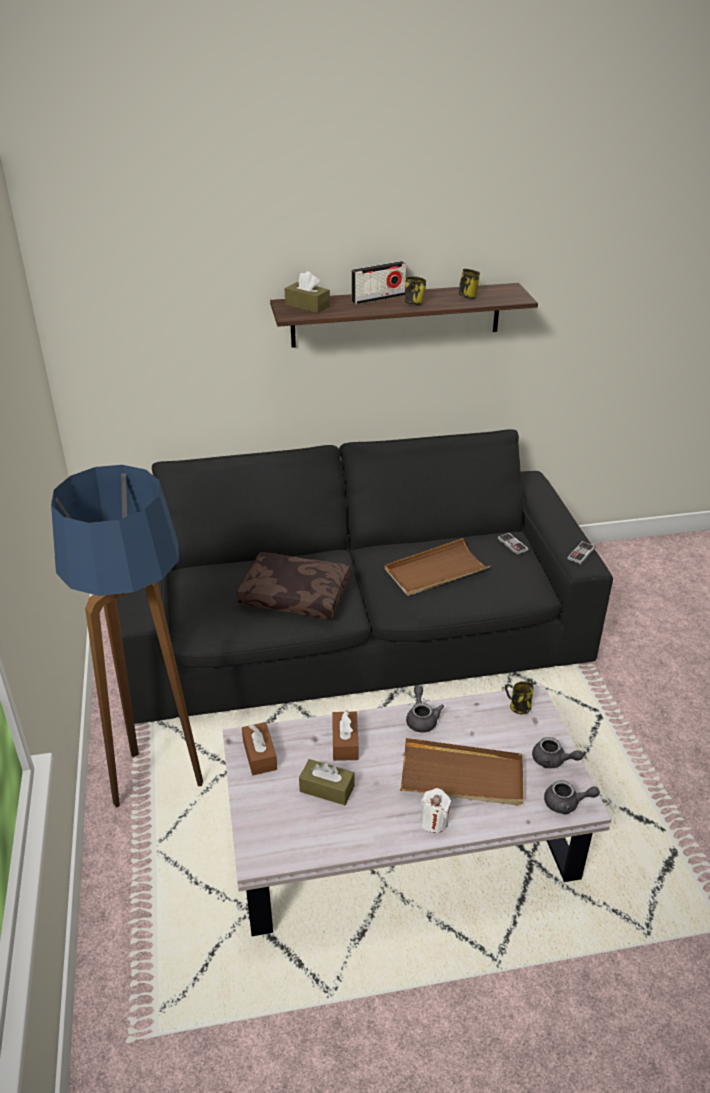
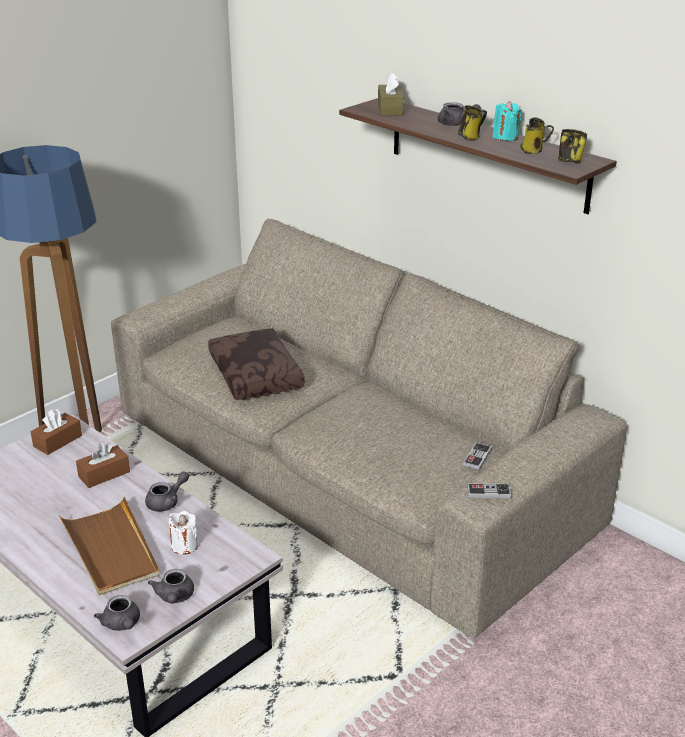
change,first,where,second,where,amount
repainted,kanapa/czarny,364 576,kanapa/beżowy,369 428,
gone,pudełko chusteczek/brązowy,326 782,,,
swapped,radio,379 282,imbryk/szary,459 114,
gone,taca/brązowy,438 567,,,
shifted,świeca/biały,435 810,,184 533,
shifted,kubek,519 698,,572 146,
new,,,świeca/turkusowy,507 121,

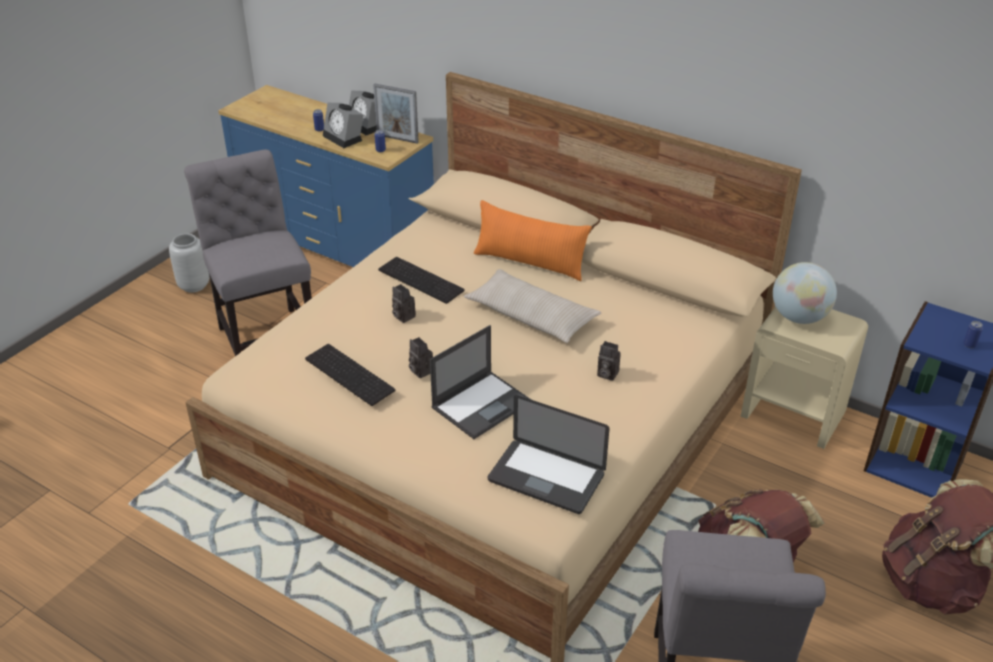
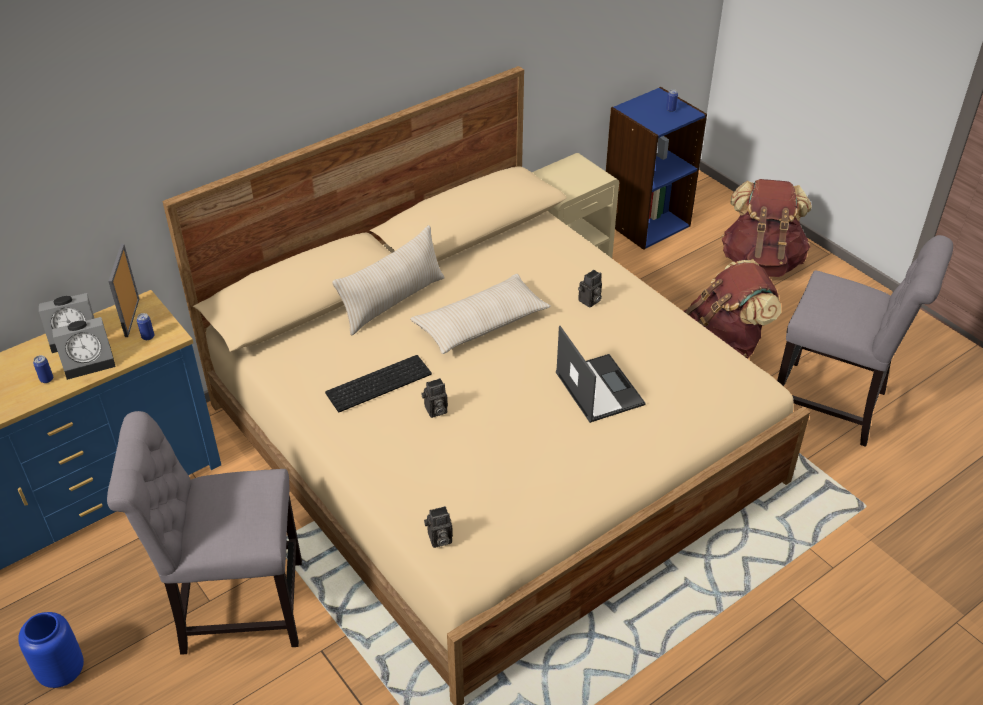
change,first,where,second,where,amount
repainted,wazon/szary,189 263,wazon/niebieski,51 650,
gone,klawiatura,350 375,,,
rotated,ramka na zdjęcie,396 113,,123 290,135 degrees clockwise
shifted,aparat fotograficzny,421 357,,438 527,
repainted,poduszka/pomarańczowy,533 240,poduszka/beżowy,388 280,
gone,laptop,549 454,,,
gone,globus,805 293,,,

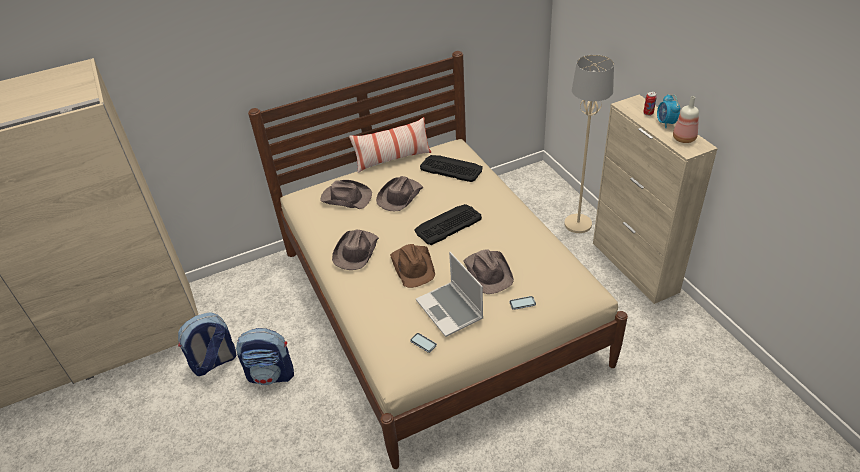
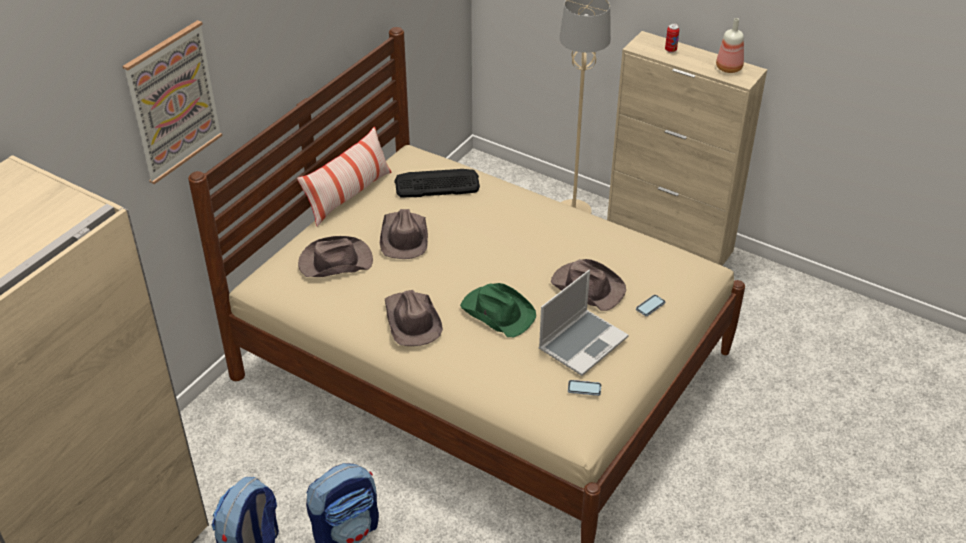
change,first,where,second,where,amount
repainted,kapelusz/brązowy,412 266,kapelusz/zielony,498 310,
gone,klawiatura,448 224,,,
rotated,laptop,450 294,,584 323,75 degrees counterclockwise
gone,budzik,668 111,,,
new,,,obraz,172 102,

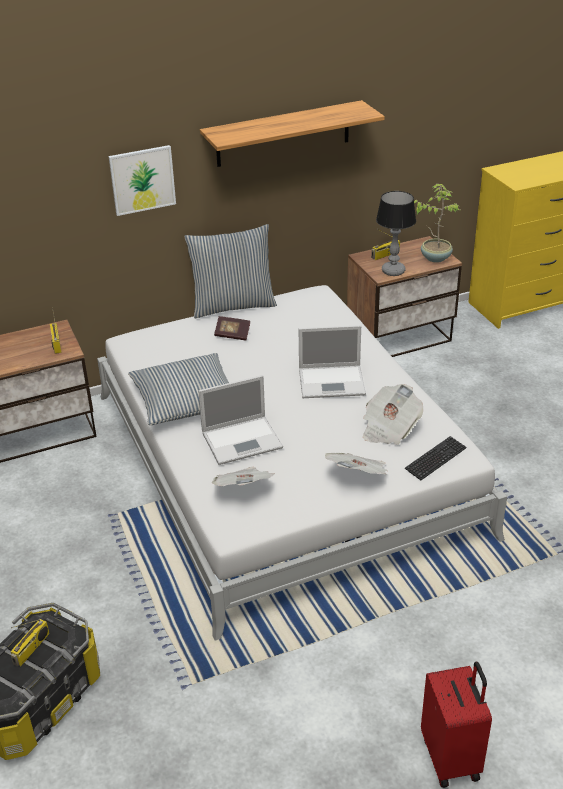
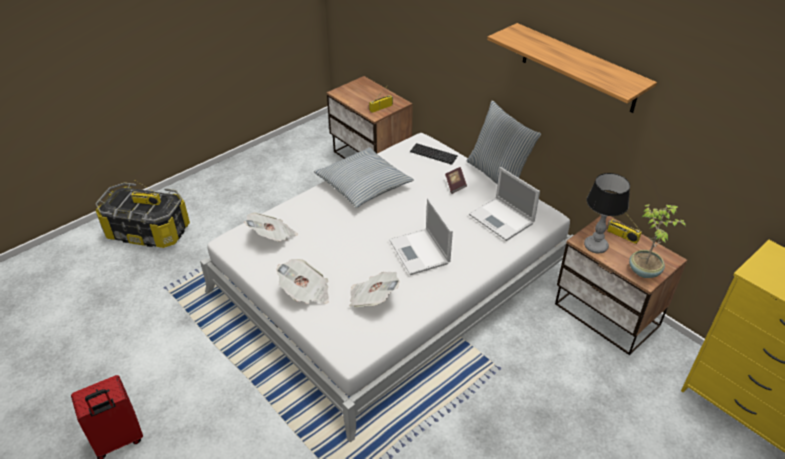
change,first,where,second,where,amount
gone,obraz,142 180,,,
shifted,laptop,240 420,,504 204,
shifted,klawiatura,436 458,,434 154,

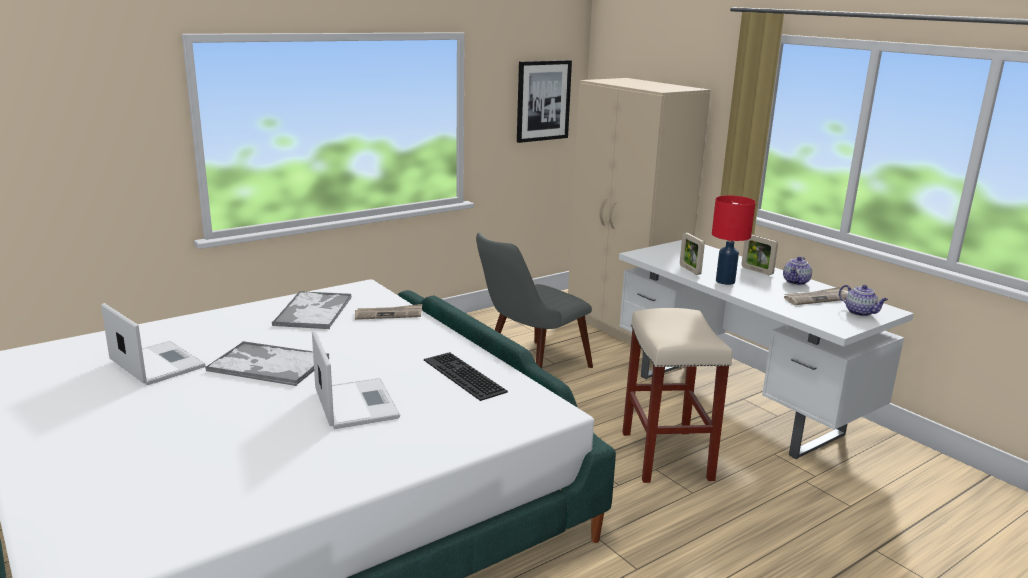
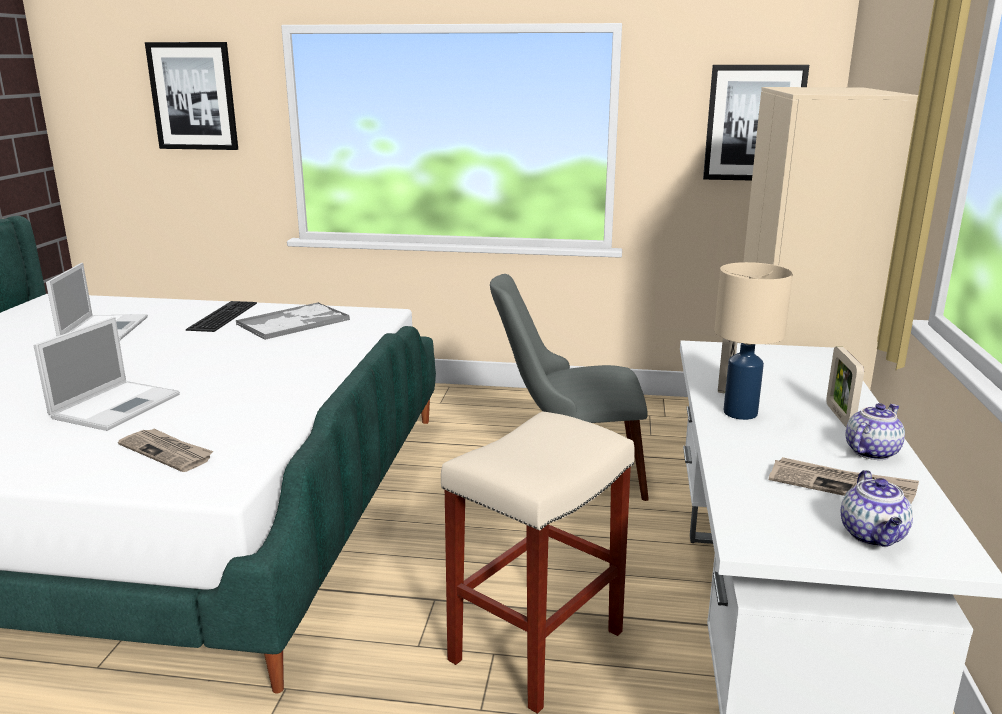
change,first,where,second,where,amount
gone,taca,267 363,,,
shifted,gazeta,388 312,,165 450,
shifted,klawiatura,466 376,,221 316,
repainted,lampa stołowa/czerwony,734 240,lampa stołowa/beżowy,753 341,
rotated,imbryk,797 270,,875 431,150 degrees clockwise
new,,,obraz,191 96,

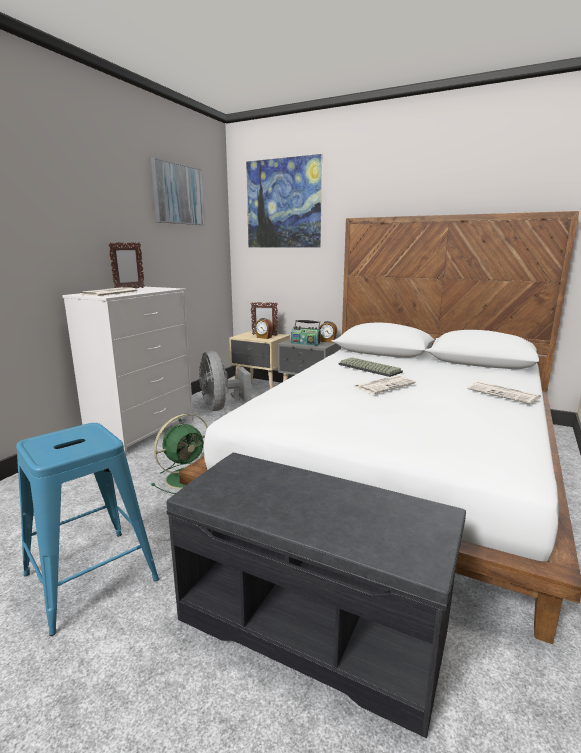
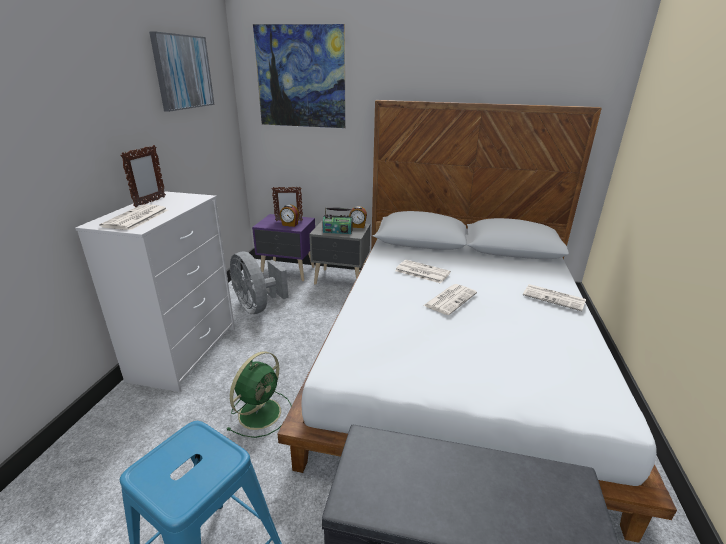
change,first,where,second,where,amount
repainted,szafka nocna/beżowy,259 360,szafka nocna/fioletowy,283 247,
swapped,klawiatura,370 367,gazeta,423 271,

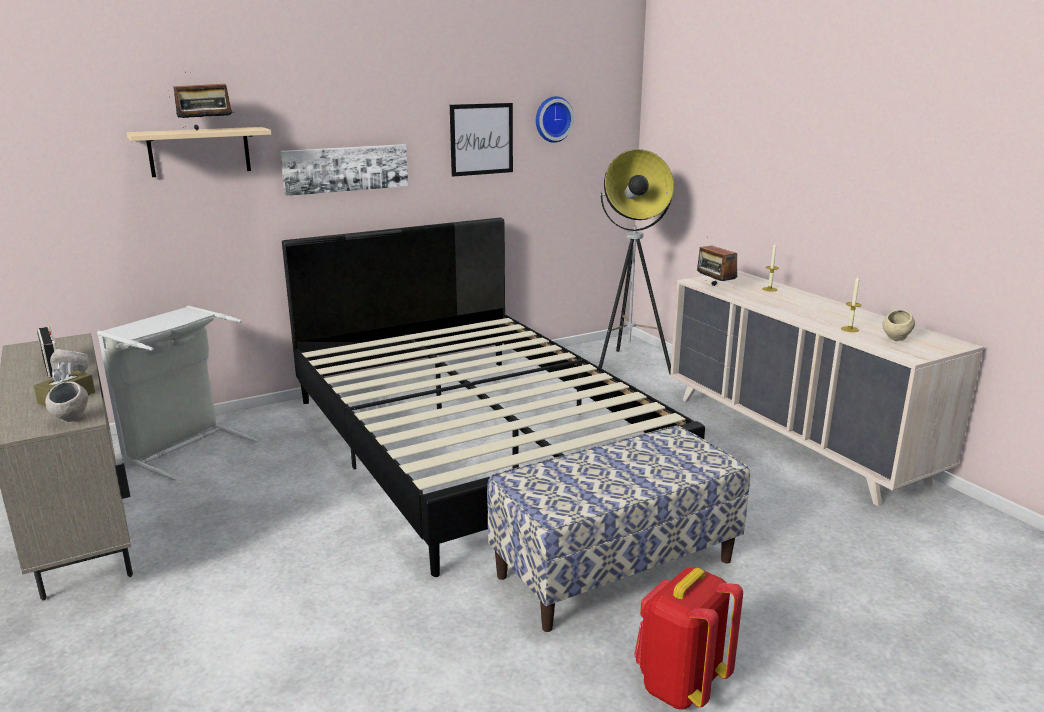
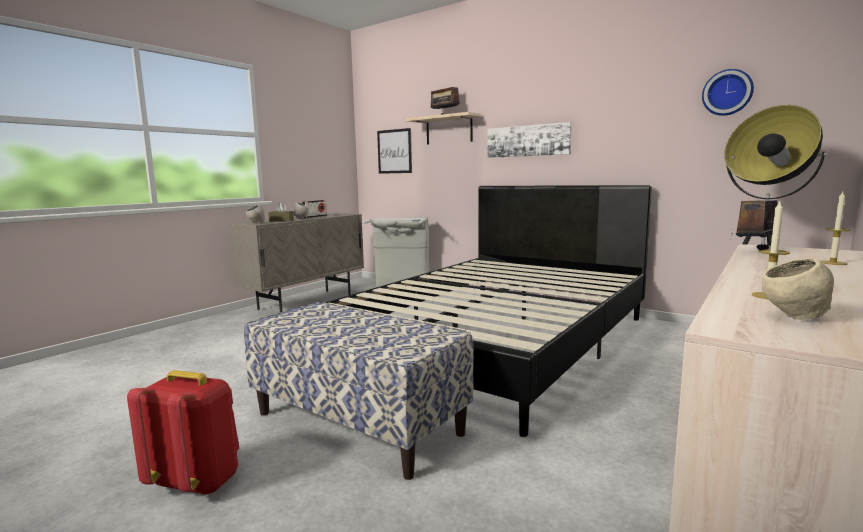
change,first,where,second,where,amount
shifted,obraz,481 140,,394 151,

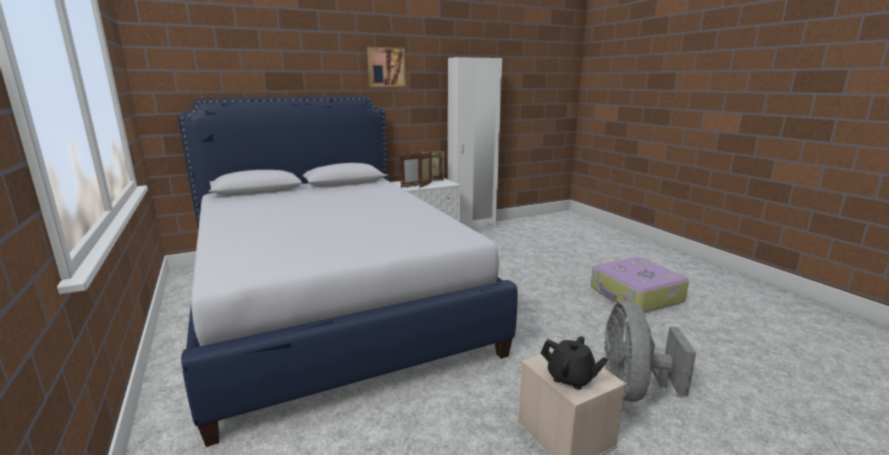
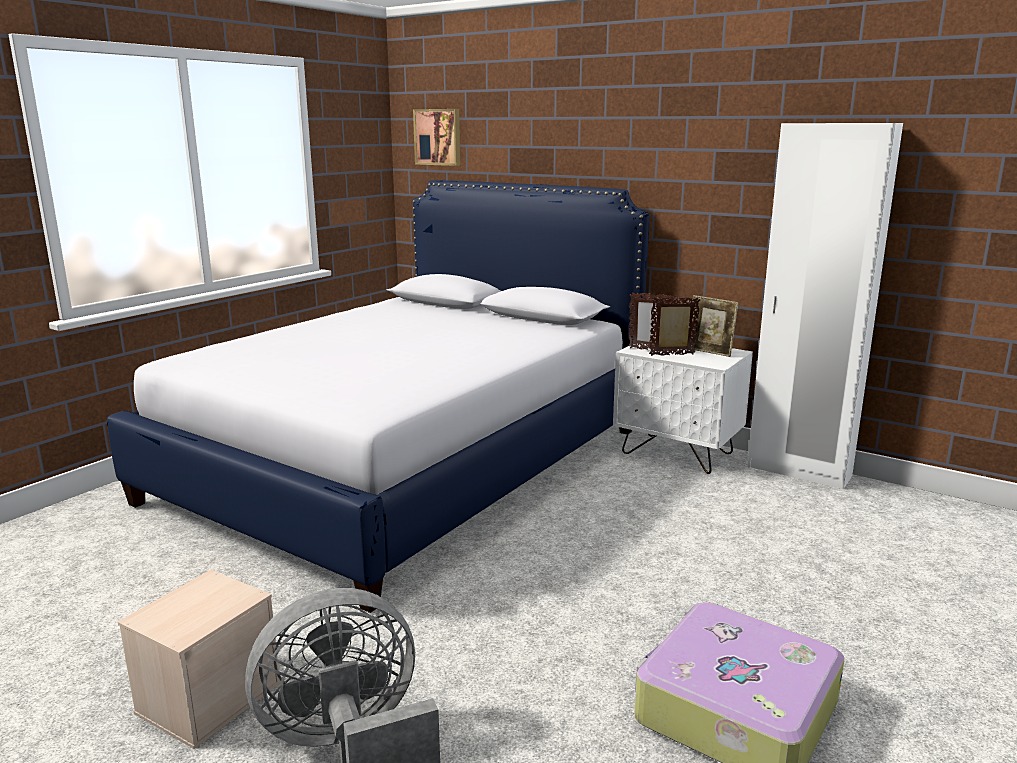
change,first,where,second,where,amount
shifted,obraz,386 67,,436 137,
gone,imbryk/czarny,574 363,,,

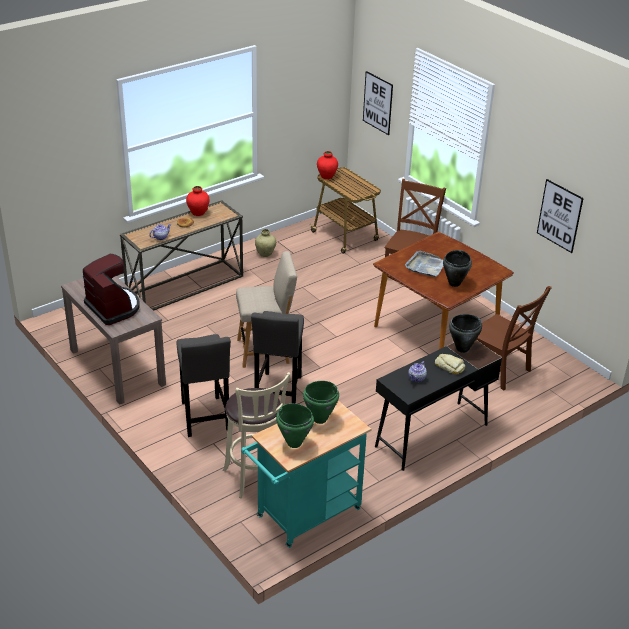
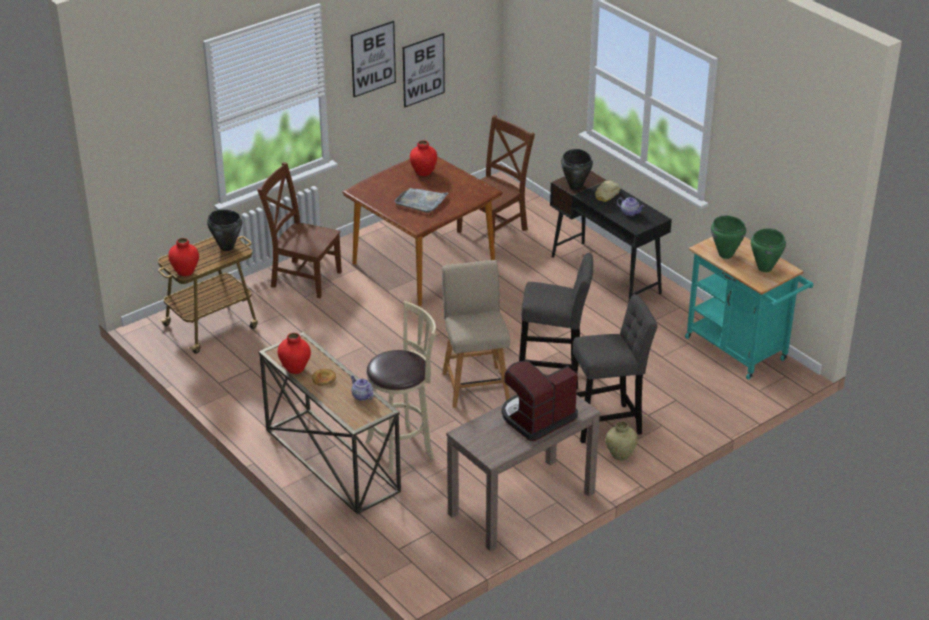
change,first,where,second,where,amount
shifted,stołek/beżowy,256 435,,400 387,
shifted,wazon/beżowy,265 243,,622 440,
shifted,obraz,378 103,,373 59,
shifted,garnek/czarny,457 268,,224 230,
new,,,wazon/czerwony,423 158,

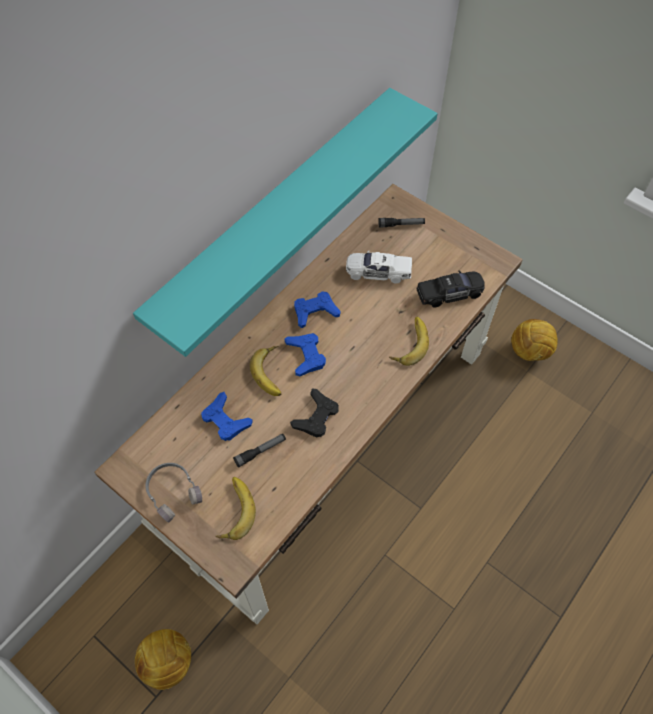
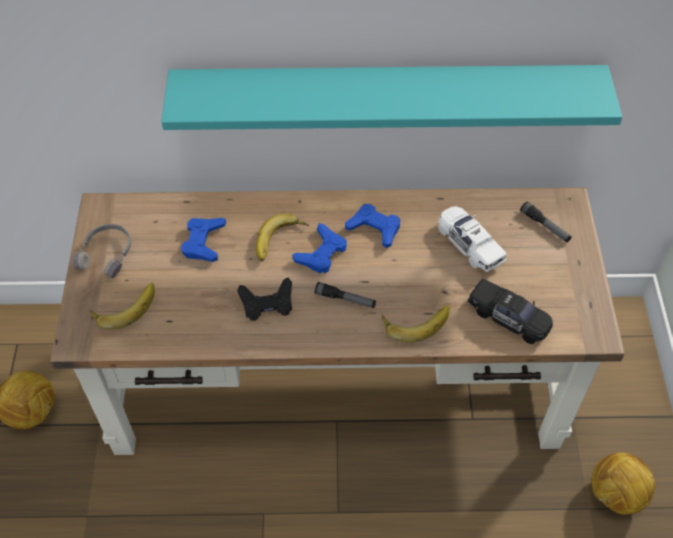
change,first,where,second,where,amount
shifted,latarka,259 451,,345 295,

